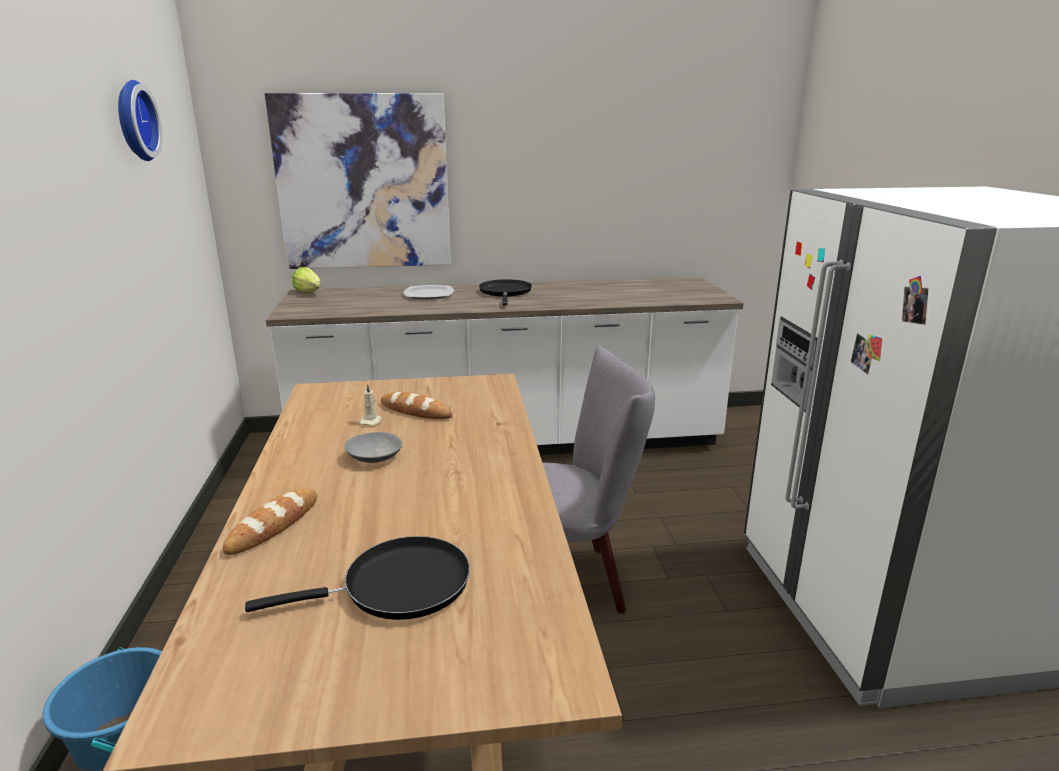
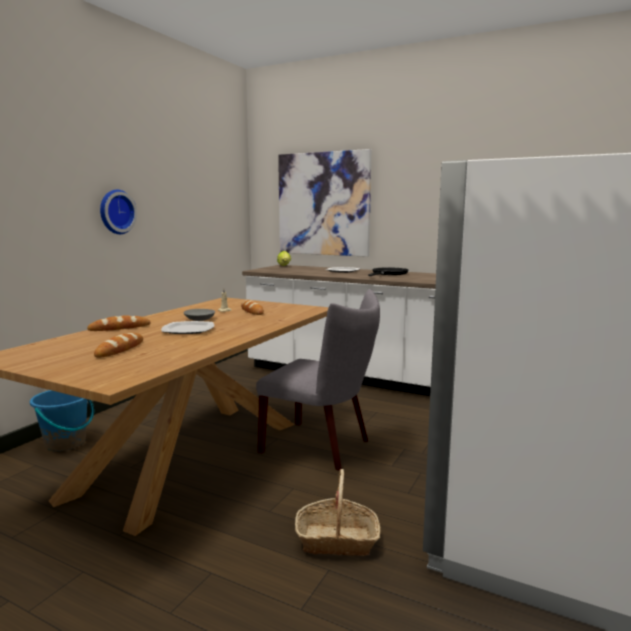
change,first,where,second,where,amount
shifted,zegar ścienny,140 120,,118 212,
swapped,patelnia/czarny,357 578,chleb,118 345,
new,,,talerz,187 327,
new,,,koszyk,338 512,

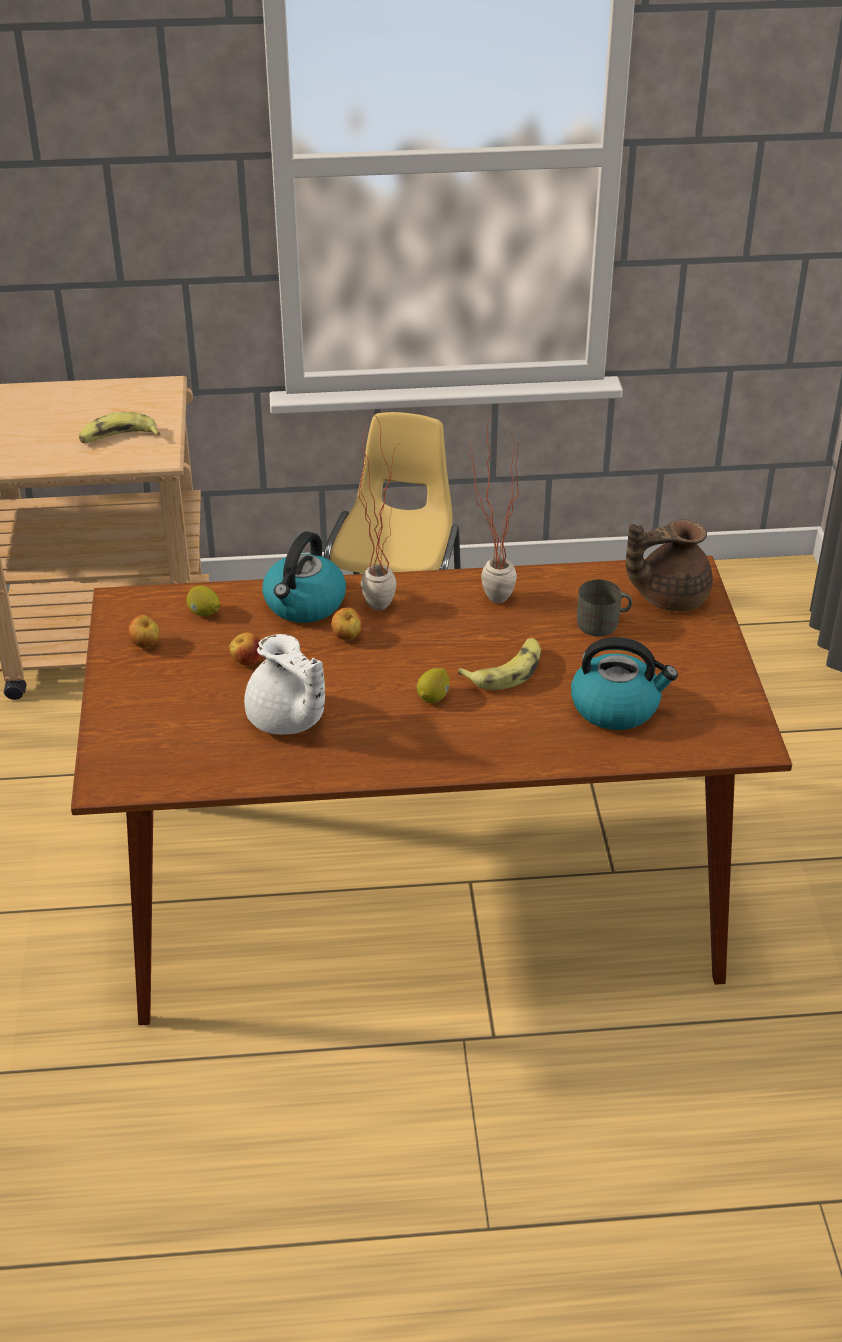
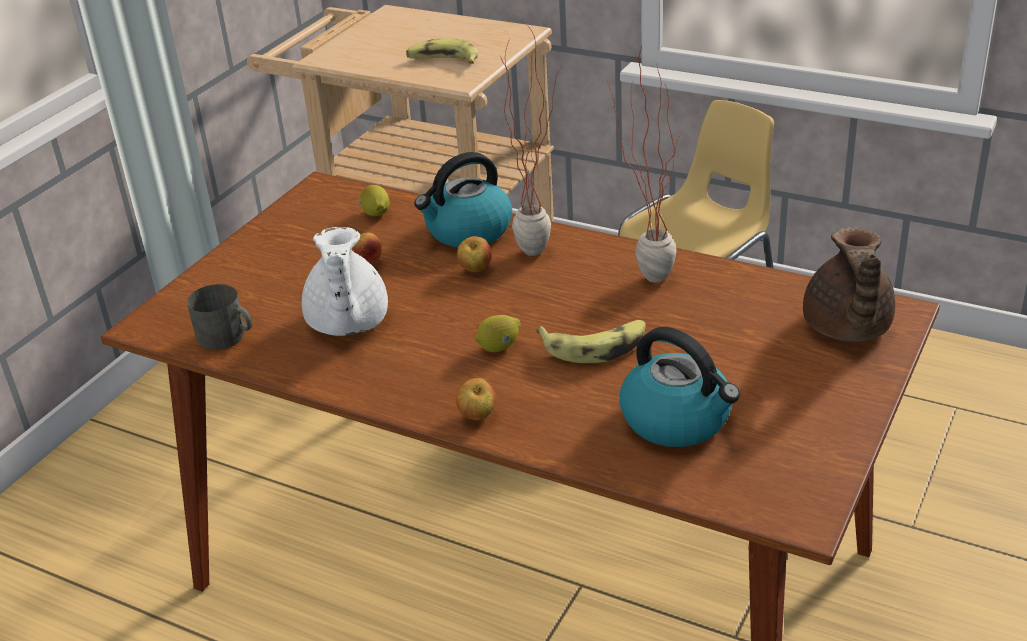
change,first,where,second,where,amount
shifted,jabłko,143 631,,476 399,
shifted,kubek/szary,604 608,,219 317,
rotated,imbryk/brązowy,669 565,,849 284,105 degrees counterclockwise

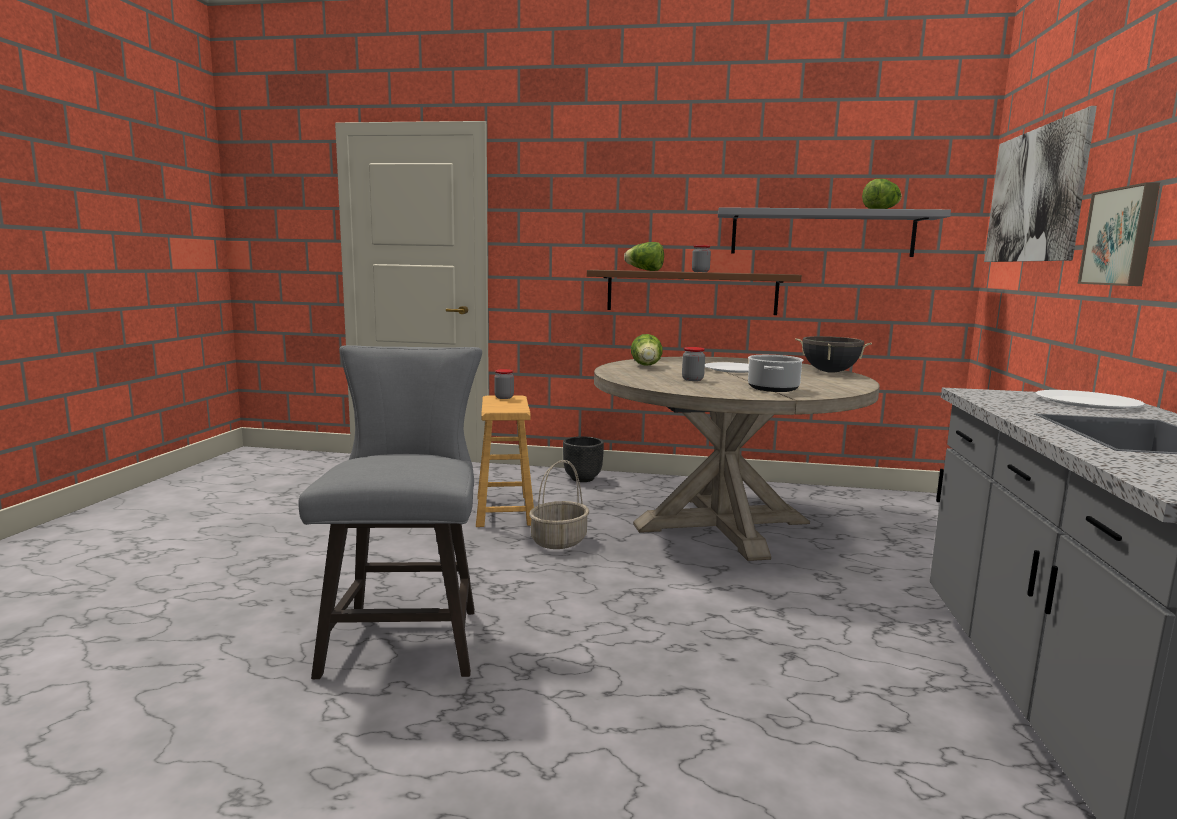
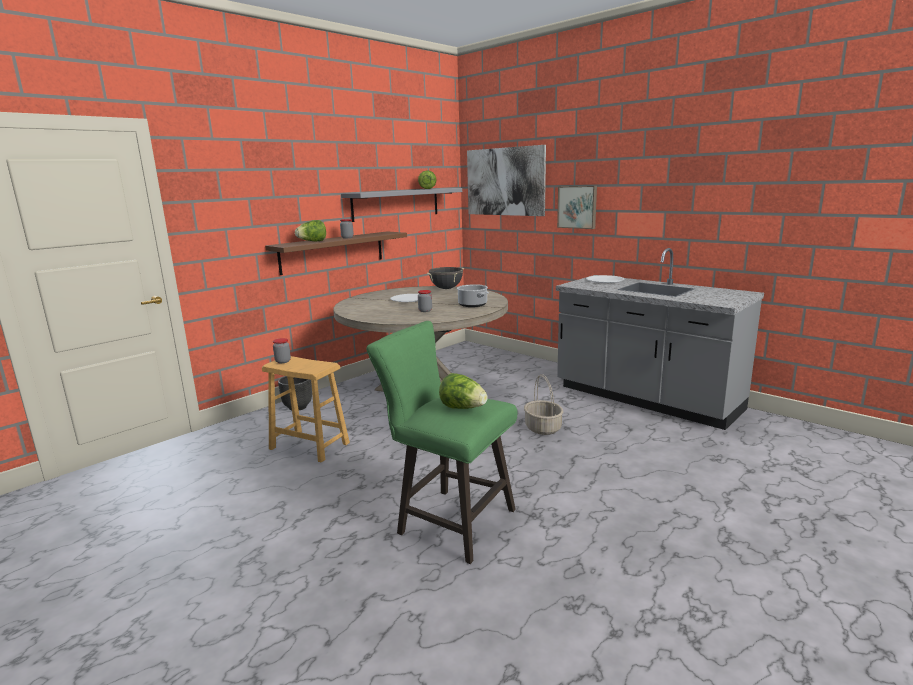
change,first,where,second,where,amount
repainted,stołek/szary,390 512,stołek/zielony,441 442,
shifted,koszyk,559 504,,543 404,
shifted,sałata,647 349,,463 391,

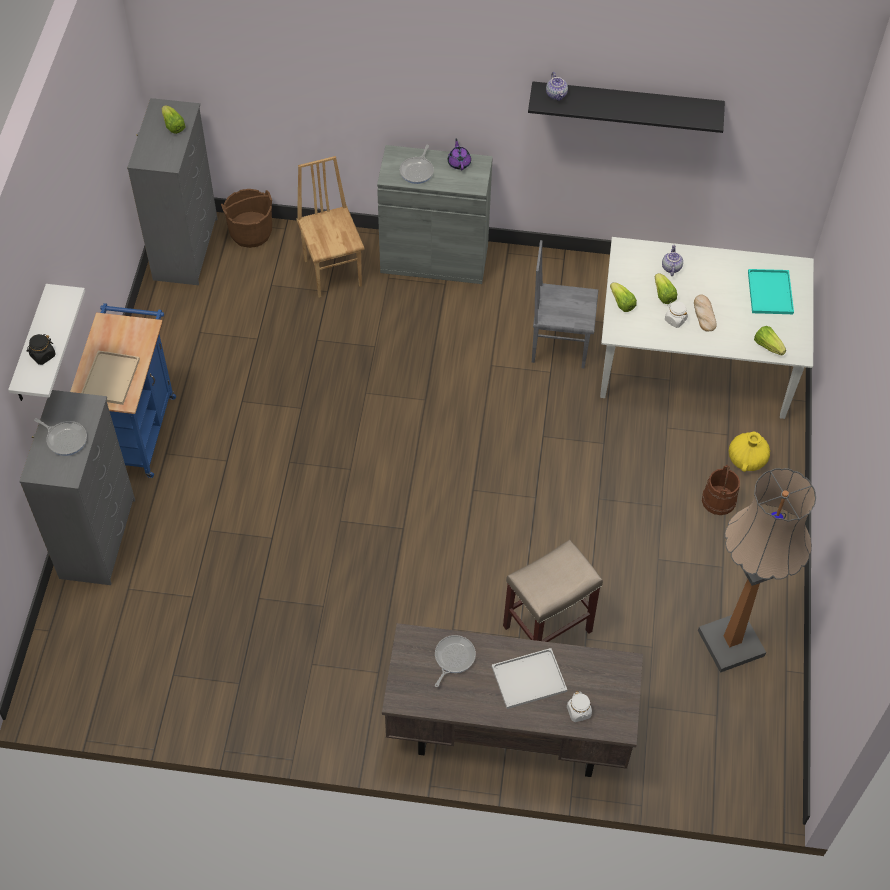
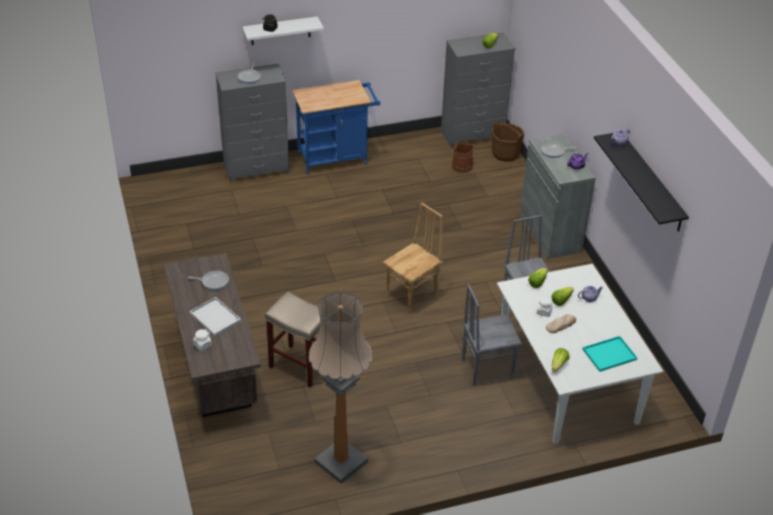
change,first,where,second,where,amount
gone,taca/beżowy,111 377,,,
shifted,krzesło/brązowy,330 227,,413 258,
shifted,wiadro/brązowy,721 489,,463 155,
gone,wazon/żółty,749 451,,,
new,,,krzesło/szary,492 335,

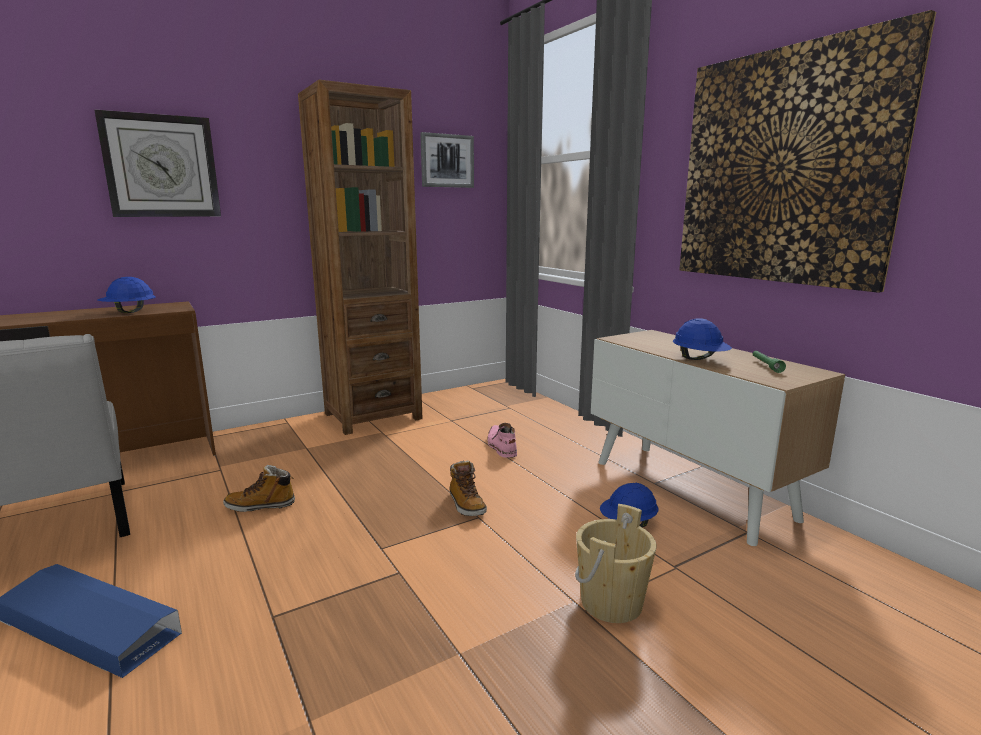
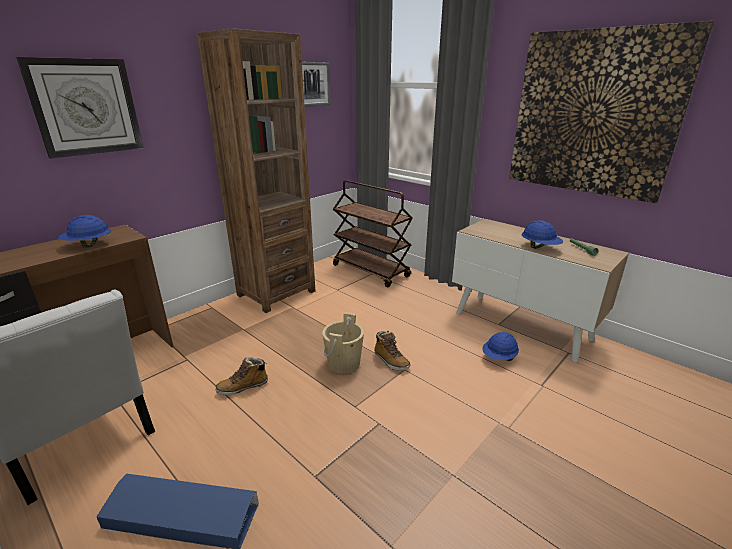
change,first,where,second,where,amount
gone,but z cholewką/różowy,502 440,,,
shifted,wiadro/beżowy,616 563,,343 343,
new,,,wózek/brązowy,373 233,

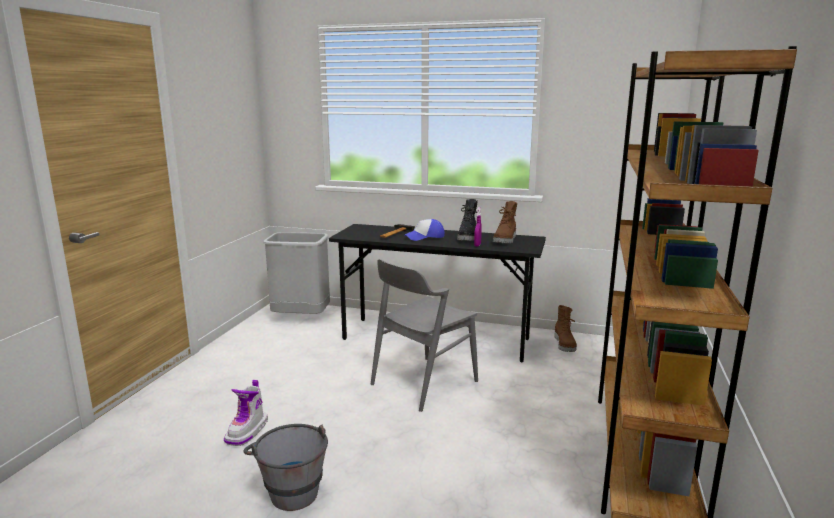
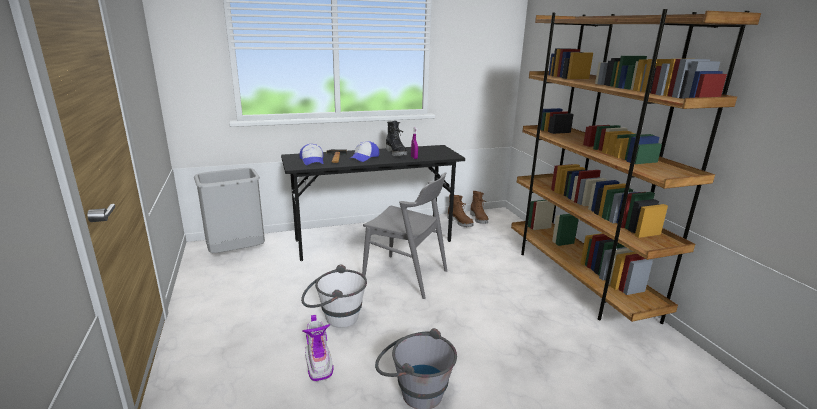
change,first,where,second,where,amount
rotated,krzesło/szary,424 336,,404 236,75 degrees counterclockwise
shifted,but z cholewką/brązowy,505 222,,479 207,
new,,,czapka z daszkiem,311 154,
new,,,wiadro/biały,334 296,

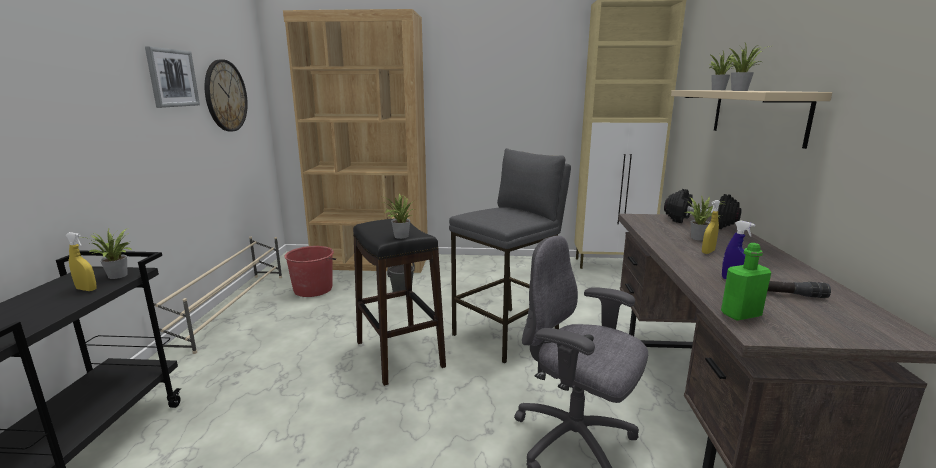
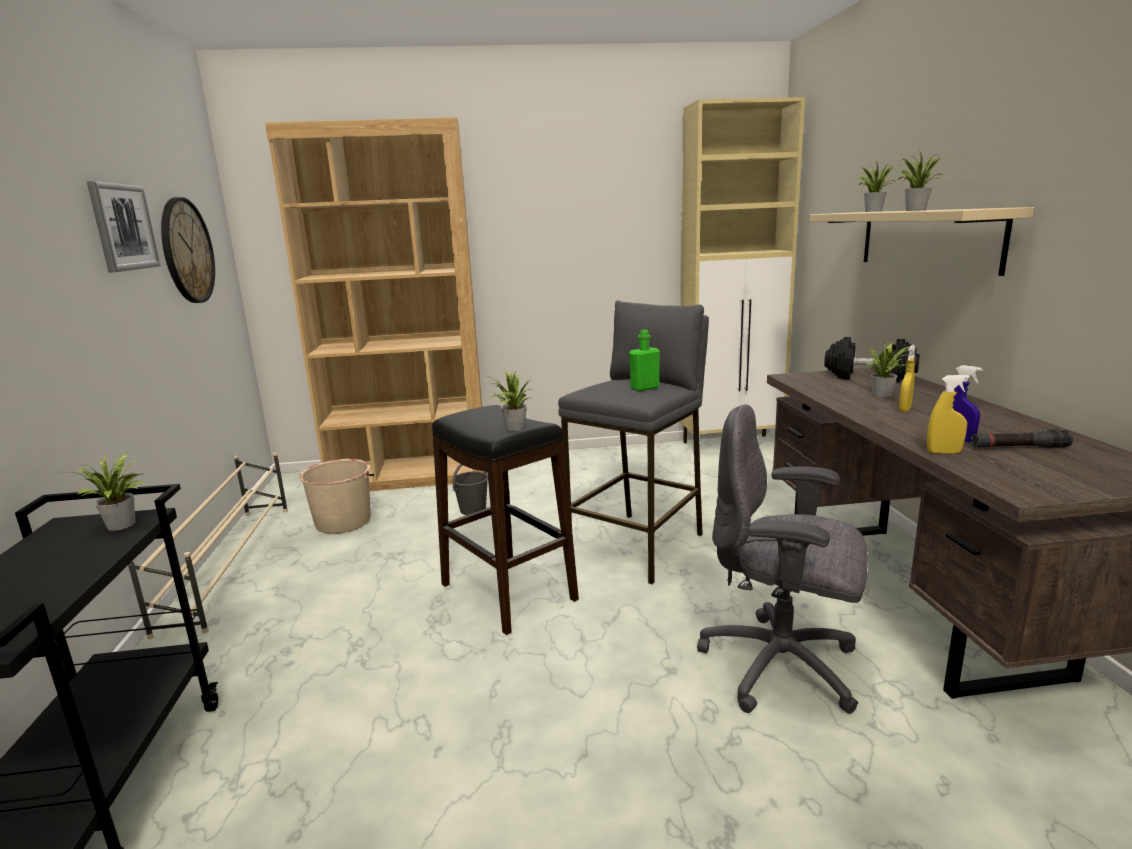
change,first,where,second,where,amount
shifted,spryskiwacz/żółty,81 261,,948 414,
repainted,wiadro/czerwony,310 271,wiadro/beżowy,336 496,
shifted,butelka/zielony,746 282,,644 360,

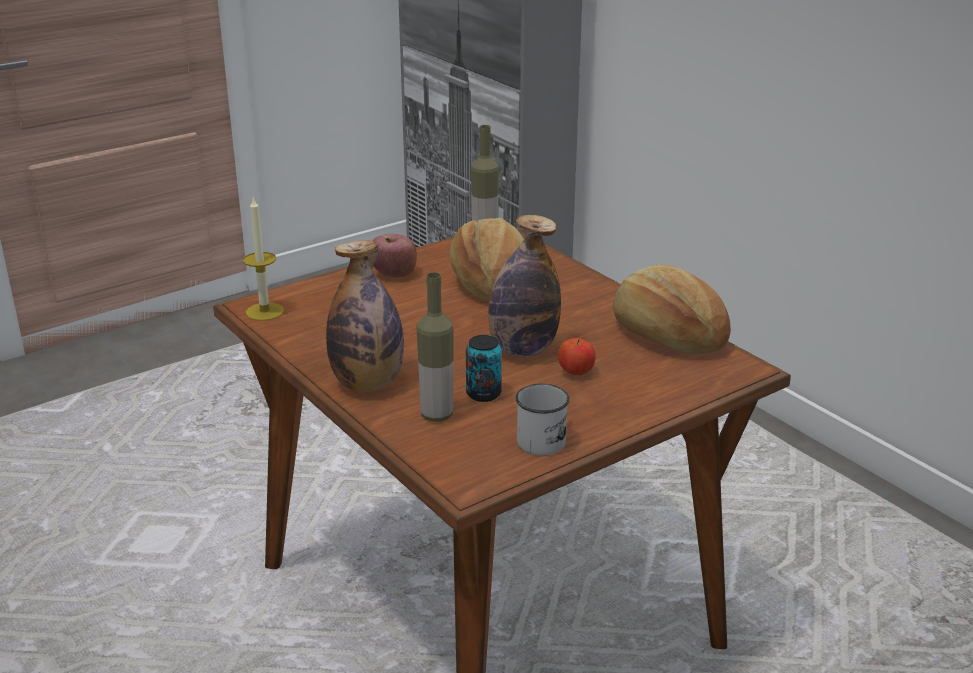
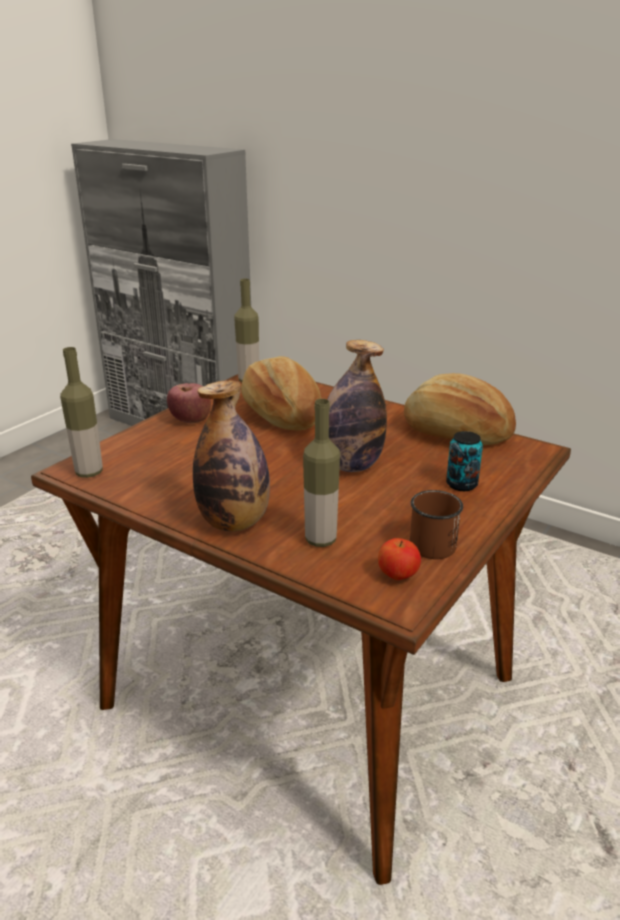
change,first,where,second,where,amount
swapped,świeca,263 258,butelka,81 412,
shifted,puszka,484 368,,464 461,
repainted,kubek/biały,542 420,kubek/brązowy,436 524,
shifted,jabłko,577 356,,399 559,

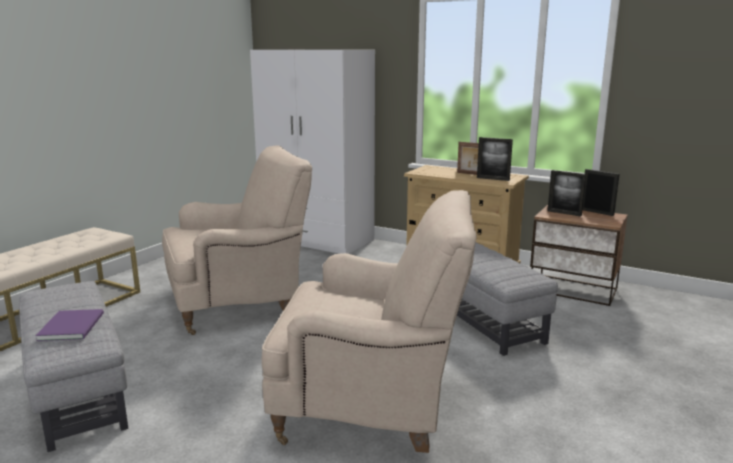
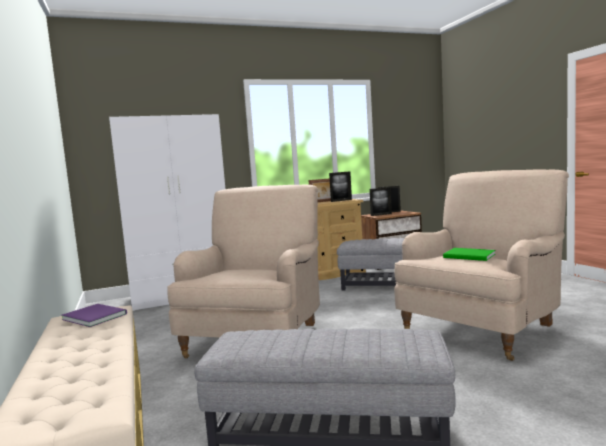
change,first,where,second,where,amount
shifted,książka/fioletowy,69 325,,94 315,
new,,,książka/zielony,469 254,

